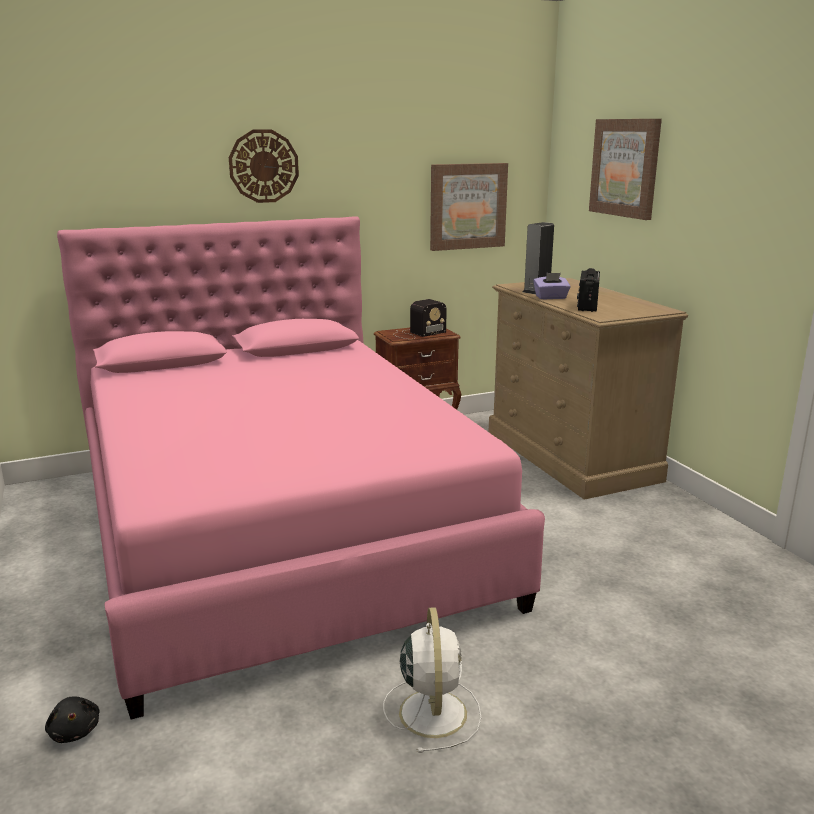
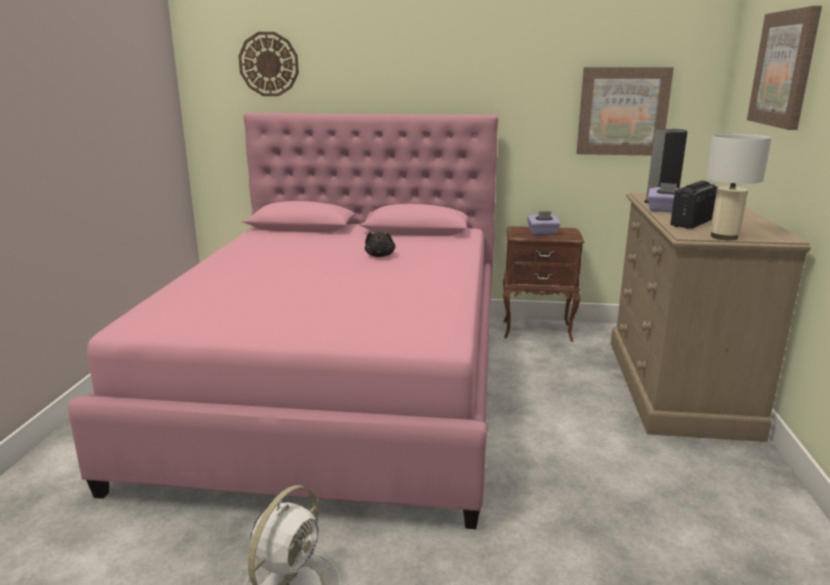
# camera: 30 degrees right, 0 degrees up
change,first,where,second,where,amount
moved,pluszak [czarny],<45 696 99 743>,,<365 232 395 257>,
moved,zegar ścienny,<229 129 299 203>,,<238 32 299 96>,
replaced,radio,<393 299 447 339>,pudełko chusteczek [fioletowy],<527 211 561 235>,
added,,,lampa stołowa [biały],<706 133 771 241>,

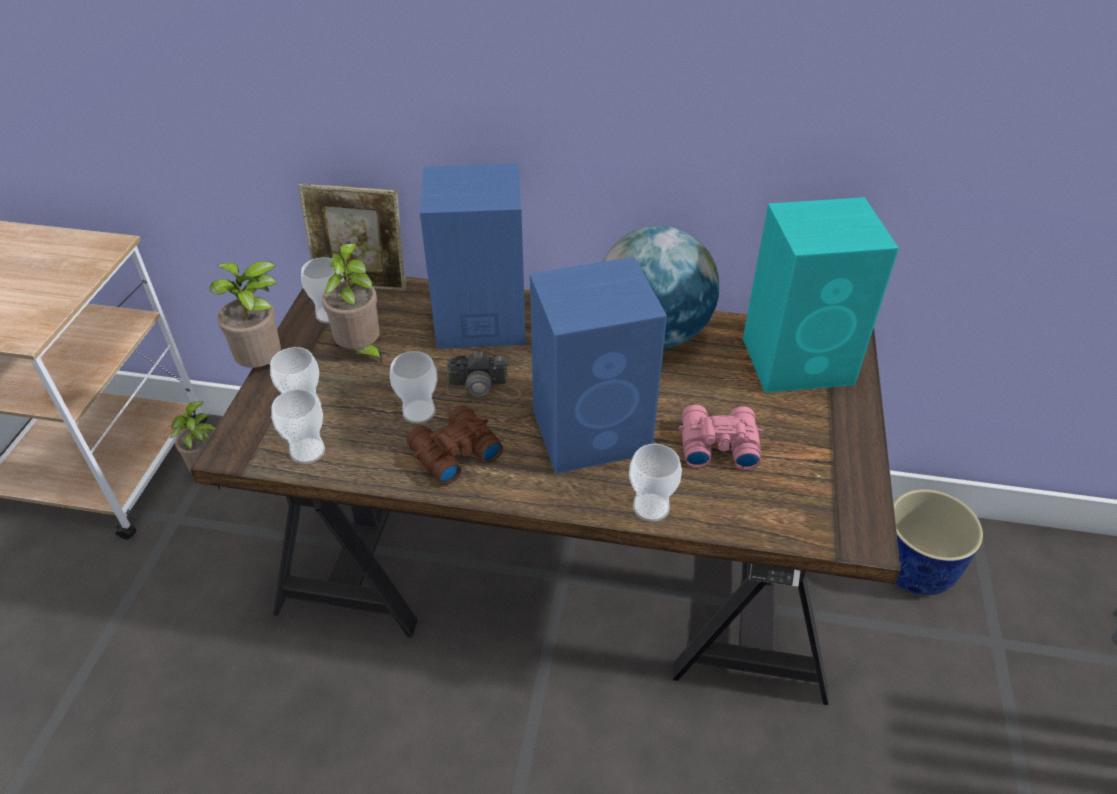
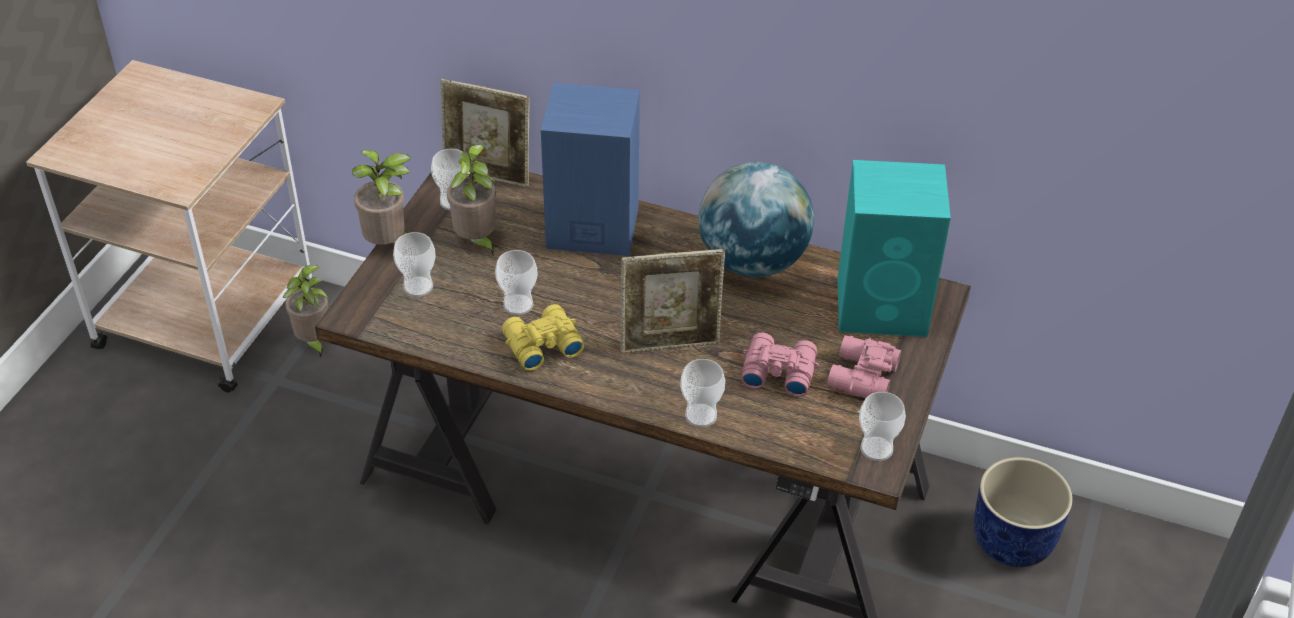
# camera: 10 degrees right, 0 degrees up
change,first,where,second,where,amount
moved,filiżanka,<271 389 325 464>,,<859 392 906 461>,
recoloured,lornetka [brązowy],<407 406 503 485>,lornetka [żółty],<502 304 584 371>,
removed,aparat fotograficzny,<446 351 521 399>,,,
replaced,głośnik [niebieski],<530 257 667 474>,ramka na zdjęcie,<621 249 725 354>,
added,,,lornetka [różowy],<827 335 901 398>,

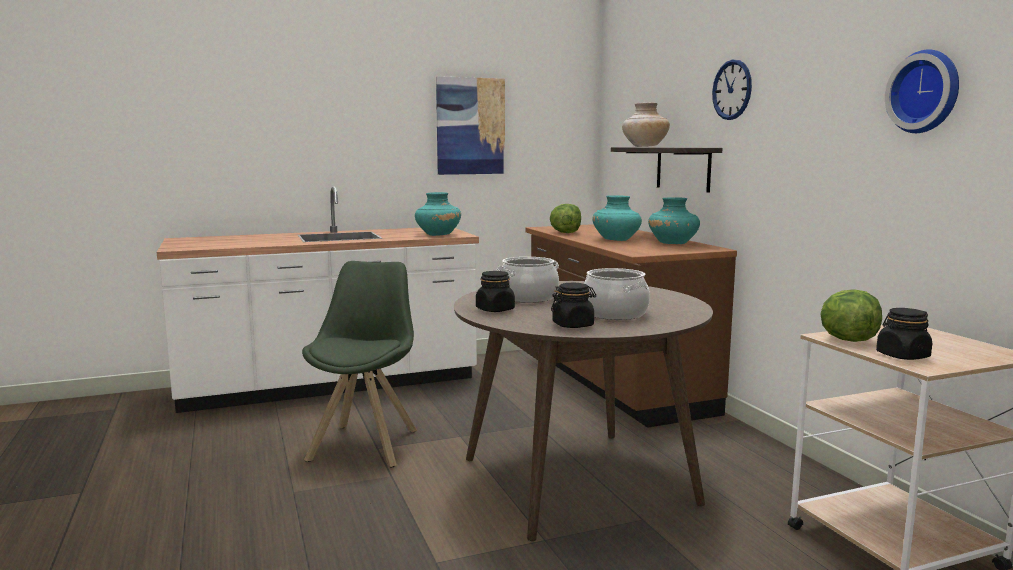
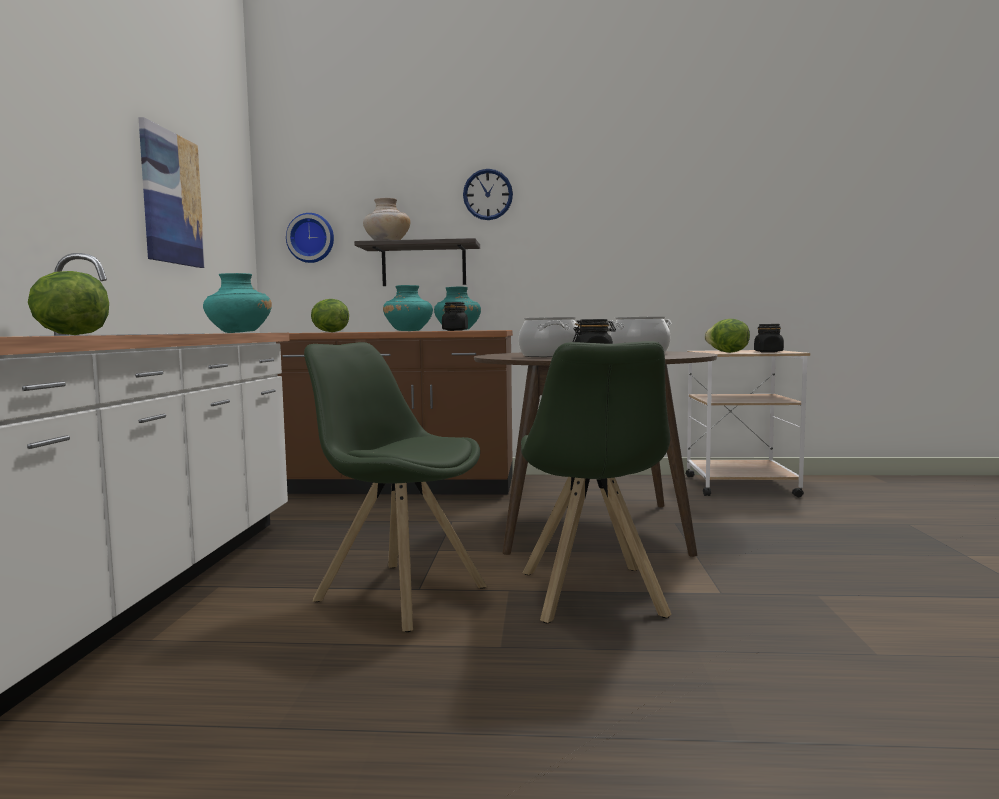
# camera: 65 degrees left, 5 degrees down
change,first,where,second,where,amount
moved,słoik [czarny],<551 283 596 328>,,<442 302 468 331>,
moved,zegar ścienny,<885 50 959 133>,,<286 213 334 263>,
added,,,sałata,<28 271 109 335>,
added,,,krzesło [zielony],<521 341 672 623>,

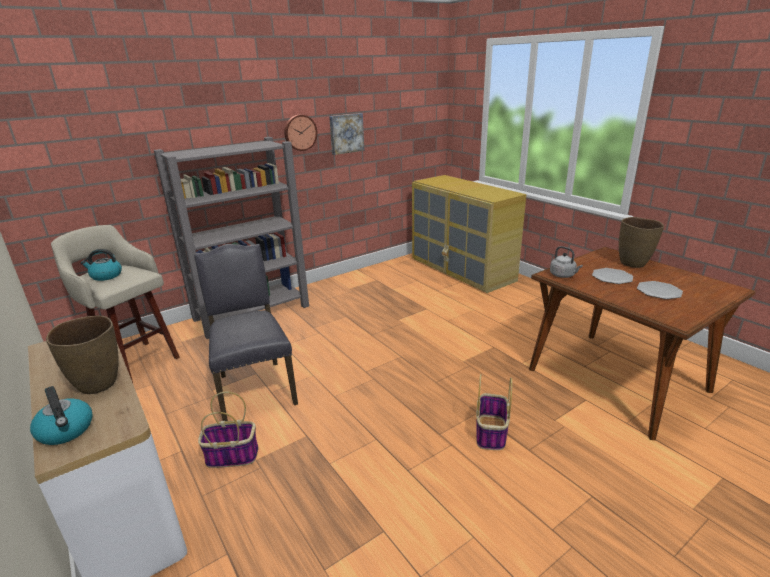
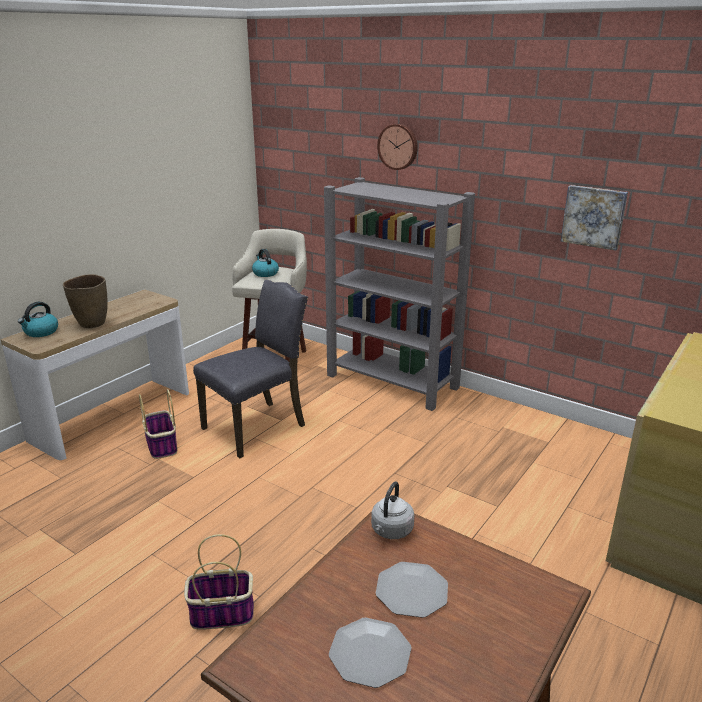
# camera: 70 degrees right, 0 degrees up
change,first,where,second,where,amount
moved,zegar ścienny,<284 115 318 151>,,<377 124 418 170>,
removed,wazon [brązowy],<619 217 664 268>,,,

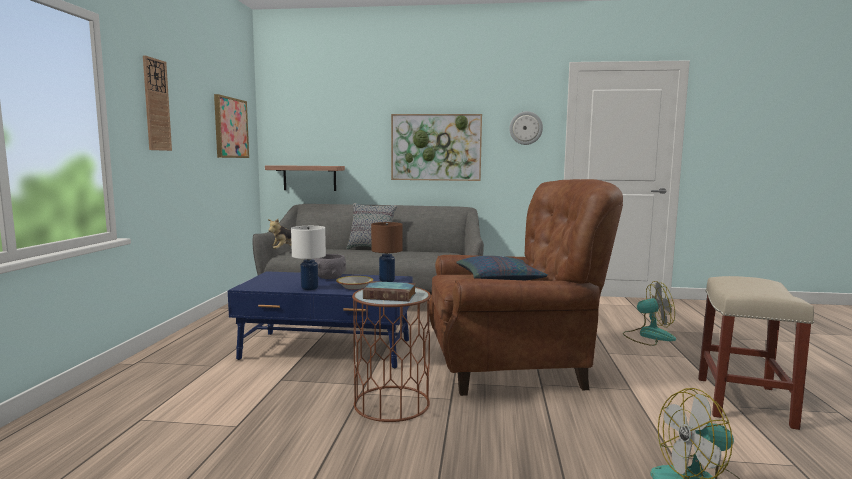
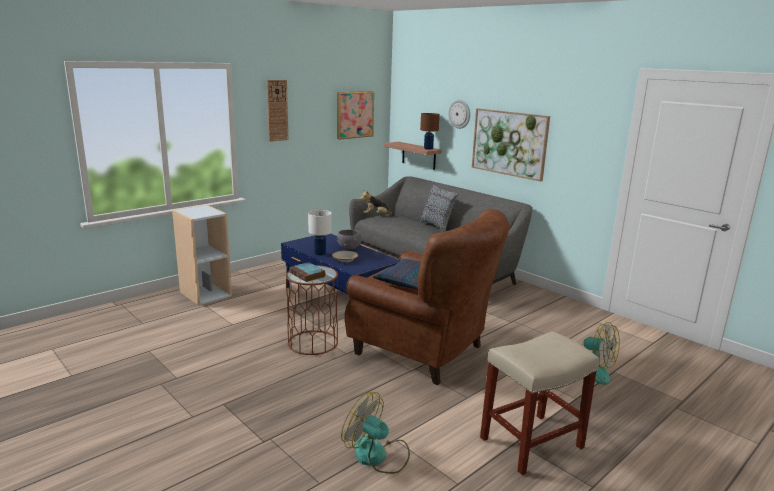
# camera: 40 degrees right, 10 degrees up
change,first,where,second,where,amount
moved,lampa stołowa [brązowy],<371 222 403 282>,,<420 113 440 150>,
moved,zegar ścienny,<509 111 543 145>,,<448 100 470 129>,
added,,,regał,<172 205 232 306>,

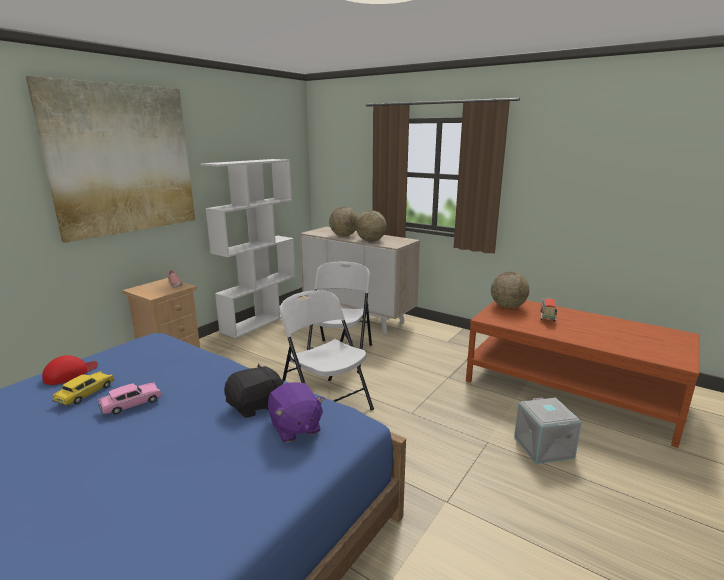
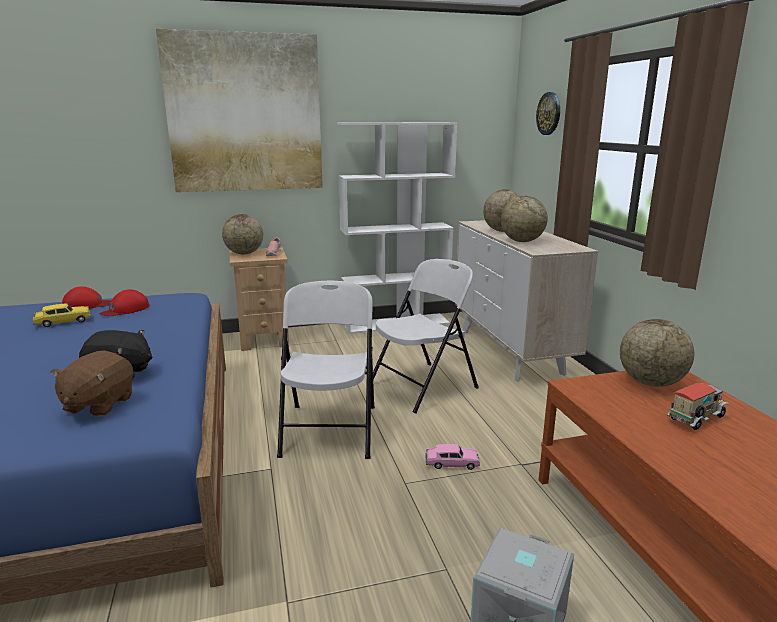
# camera: 40 degrees right, 0 degrees up
change,first,where,second,where,amount
moved,samochodzik [różowy],<98 382 162 415>,,<425 444 480 470>,
recoloured,pluszak [fioletowy],<268 382 325 443>,pluszak [brązowy],<50 351 133 417>,
added,,,czapka z daszkiem [czerwony],<99 289 149 316>,
added,,,globus,<222 214 263 254>,
added,,,zegar ścienny,<536 92 560 135>,

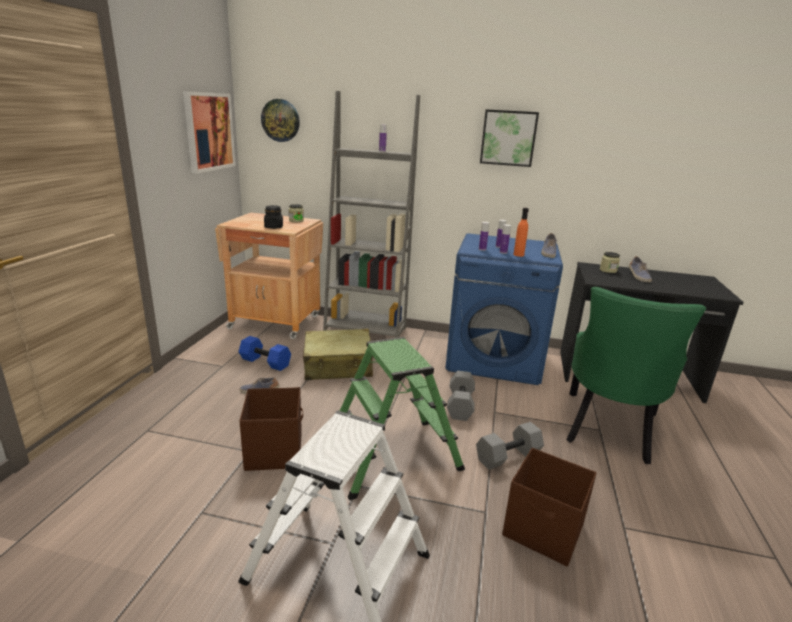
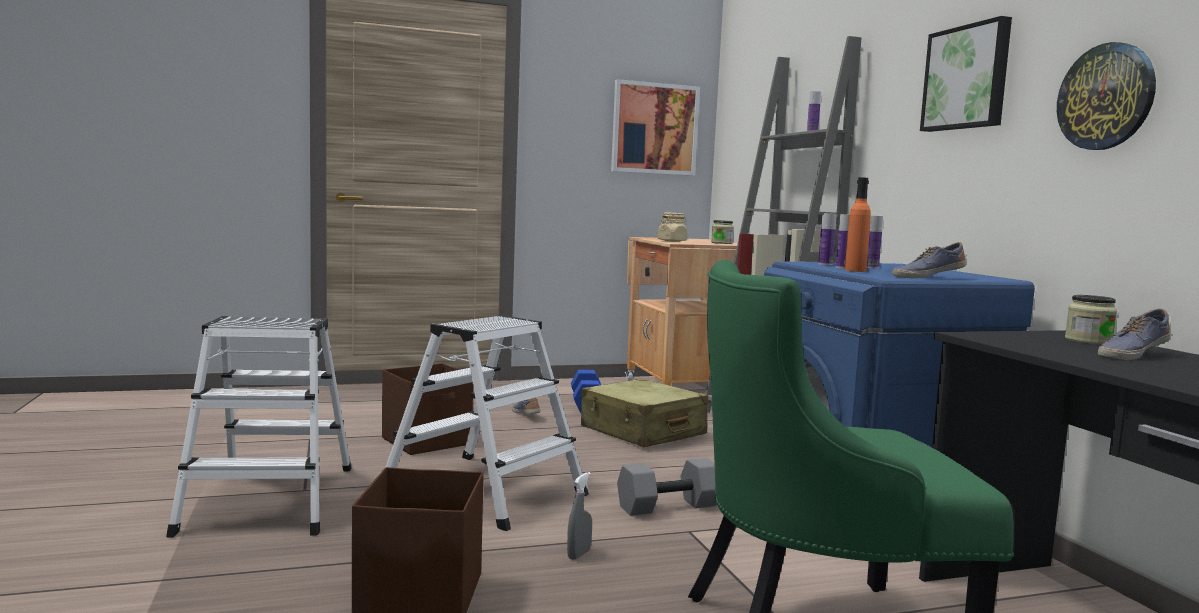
# camera: 60 degrees right, 15 degrees down
change,first,where,second,where,amount
moved,zegar ścienny,<261 99 300 142>,,<1057 42 1156 150>,
recoloured,słoik [czarny],<264 205 283 229>,słoik [beżowy],<658 212 688 242>,
recoloured,drabinka [zielony],<340 337 465 500>,drabinka [biały],<386 315 589 531>,
replaced,hantel [szary],<476 422 544 470>,spryskiwacz [szary],<567 472 592 560>,

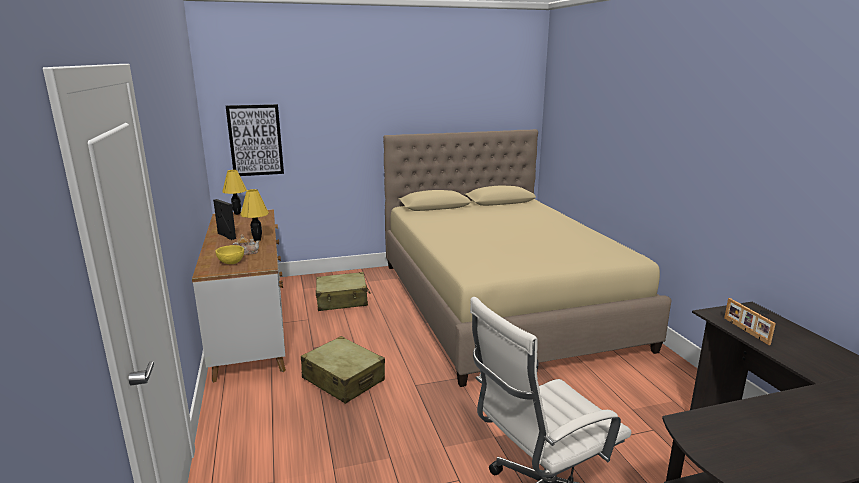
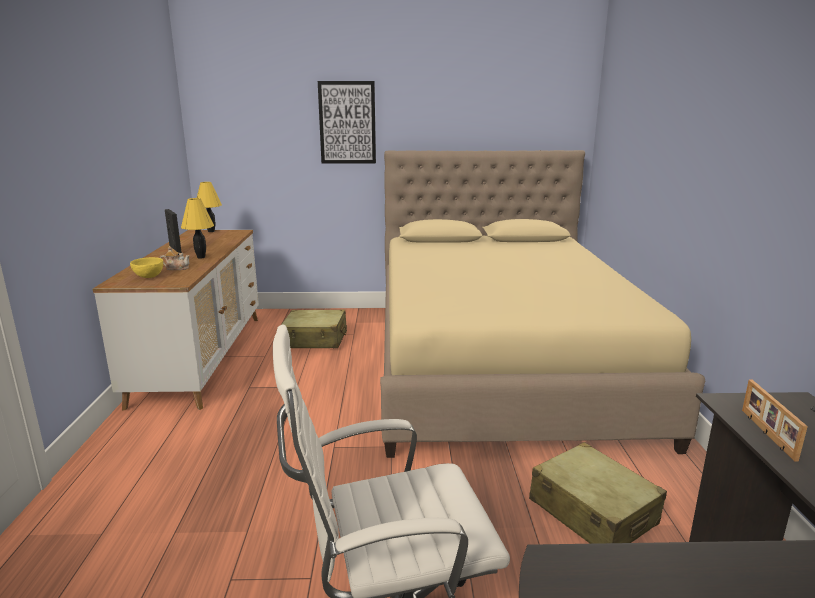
# camera: 15 degrees right, 0 degrees up
change,first,where,second,where,amount
moved,obraz,<226 104 284 176>,,<318 81 376 164>,
moved,walizka [beżowy],<301 336 385 404>,,<529 442 667 544>,

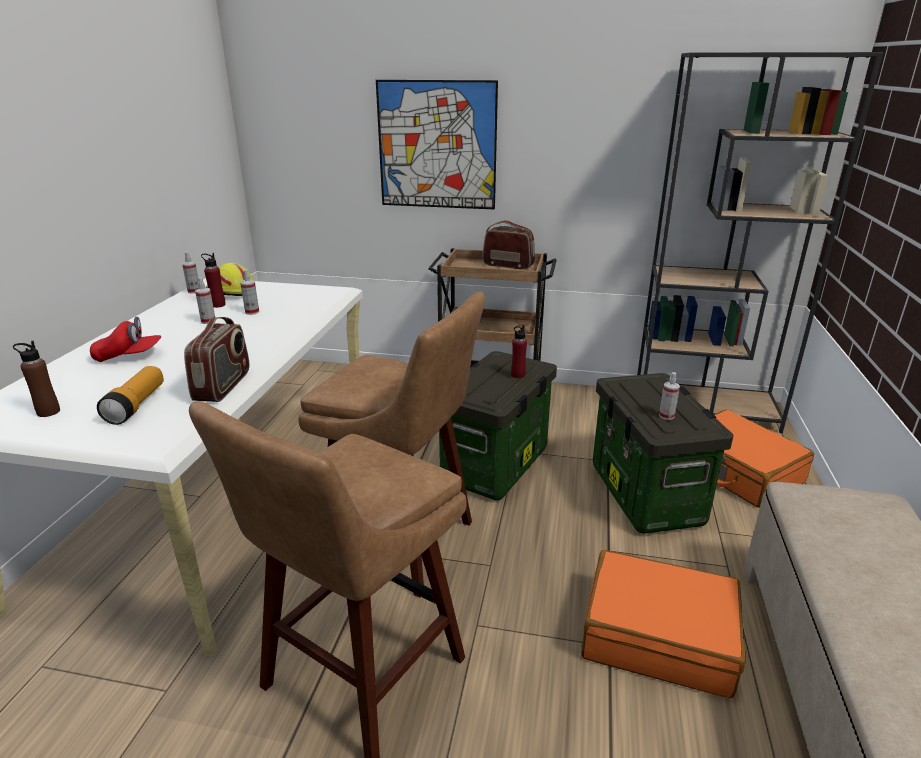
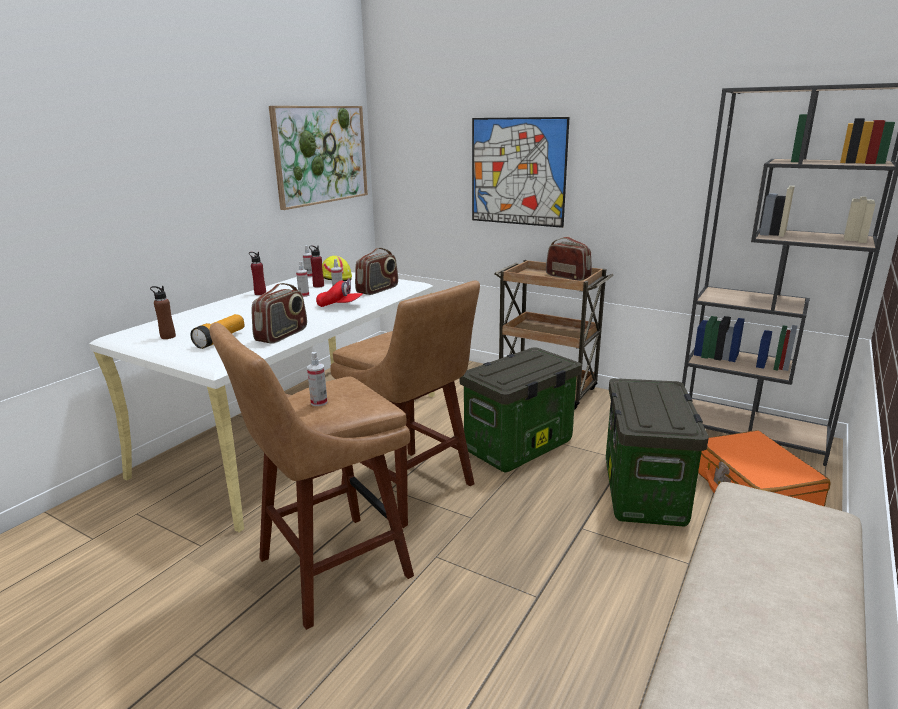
# camera: 20 degrees right, 5 degrees down
change,first,where,second,where,amount
moved,czapka z daszkiem [czerwony],<90 317 161 362>,,<316 278 363 307>,
moved,butelka [czerwony],<511 325 527 378>,,<249 252 266 295>,
removed,walizka [pomarańczowy],<581 550 745 698>,,,
moved,spryskiwacz,<659 372 680 420>,,<307 352 327 406>,
added,,,obraz,<269 106 368 210>,
added,,,radio,<355 248 398 295>,

